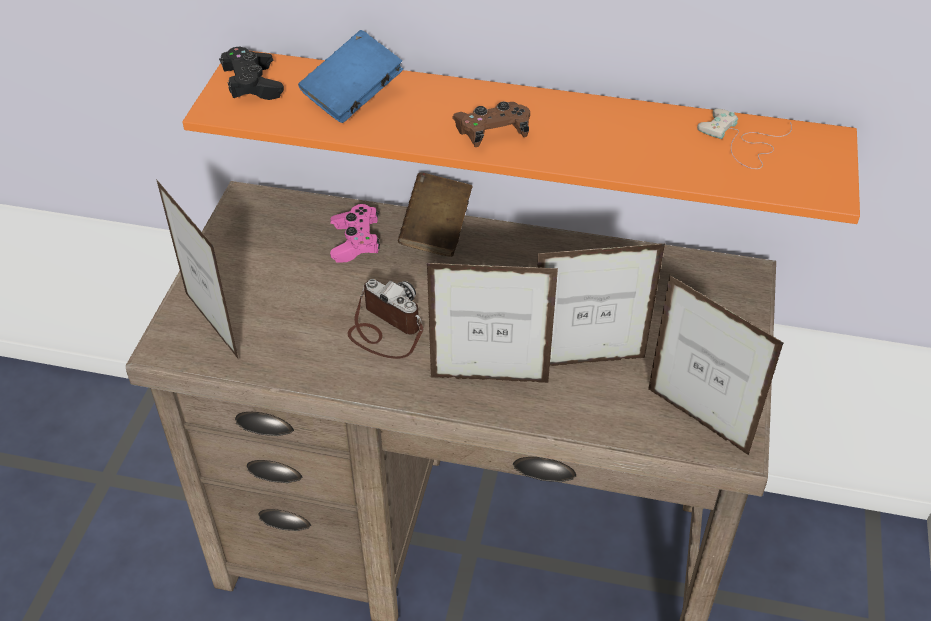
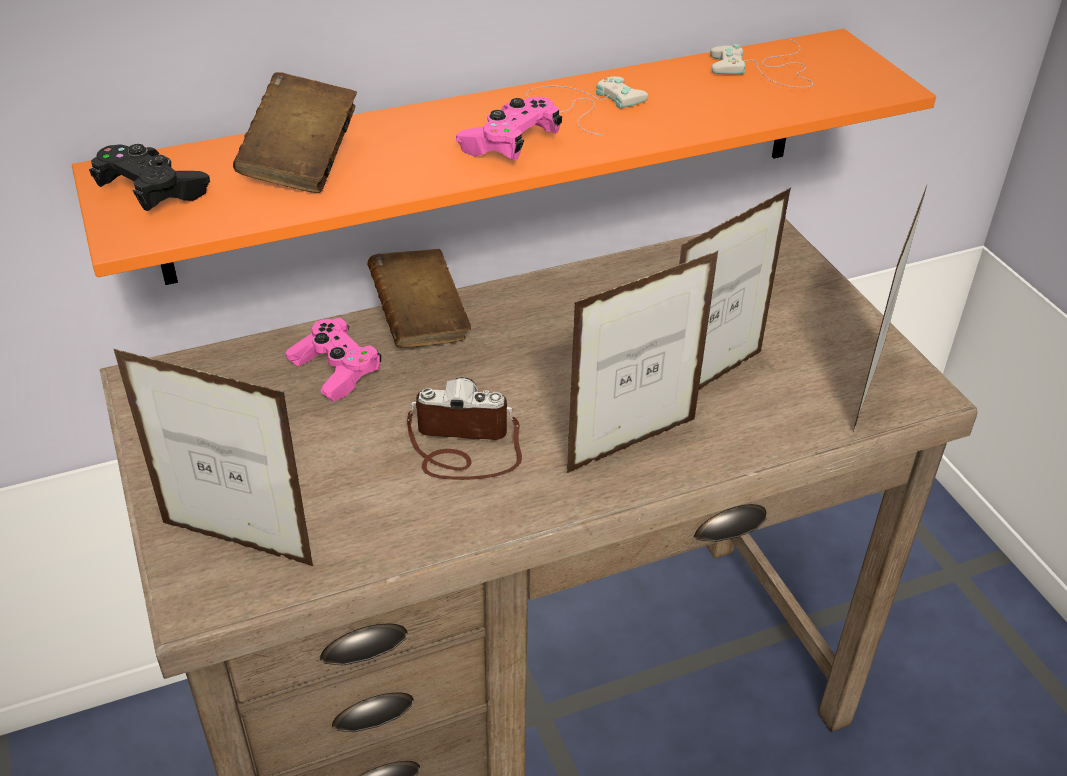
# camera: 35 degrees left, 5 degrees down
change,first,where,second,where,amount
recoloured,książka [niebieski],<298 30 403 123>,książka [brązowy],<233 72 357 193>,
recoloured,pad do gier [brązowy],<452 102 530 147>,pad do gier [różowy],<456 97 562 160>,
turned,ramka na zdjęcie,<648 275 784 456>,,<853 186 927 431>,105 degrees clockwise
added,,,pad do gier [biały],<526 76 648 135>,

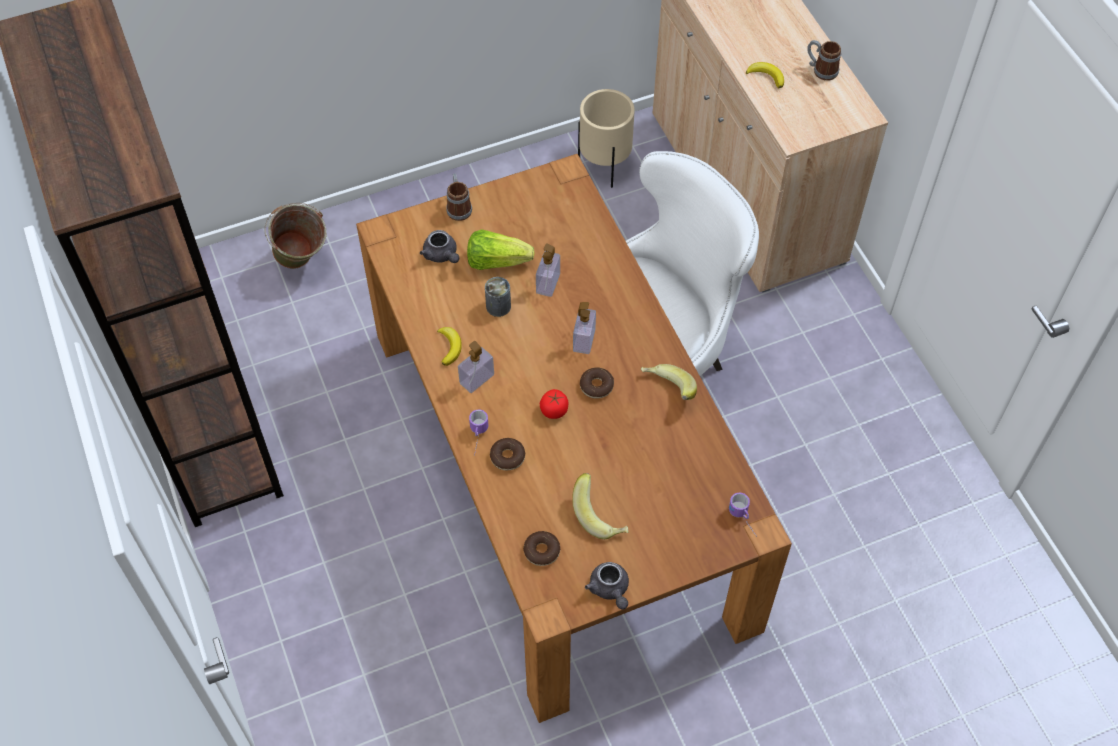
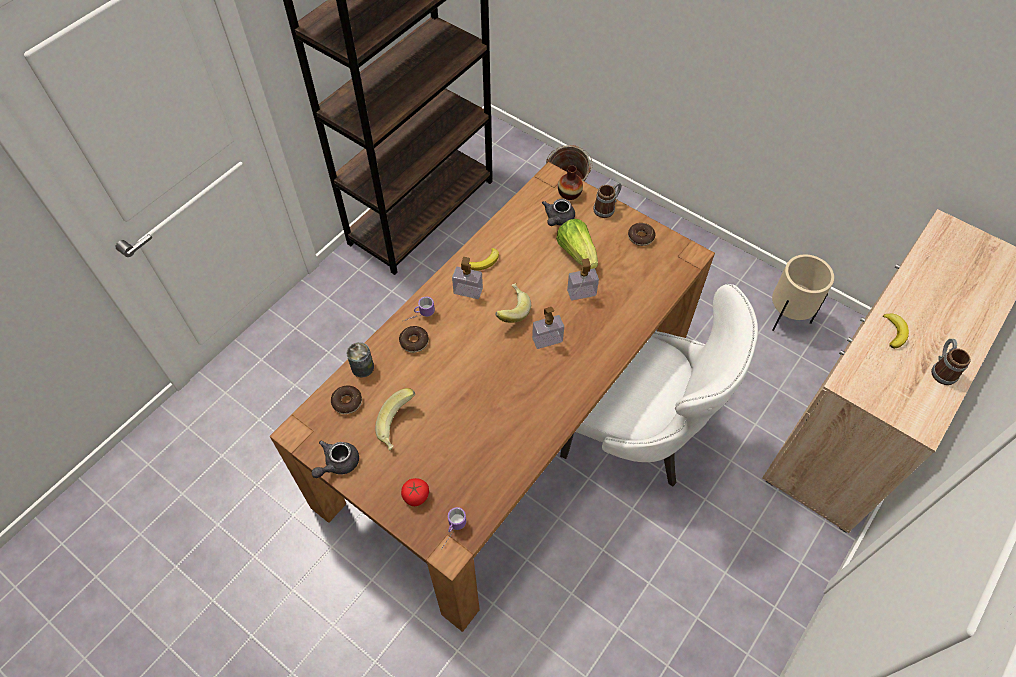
# camera: 60 degrees right, 0 degrees up
change,first,where,second,where,amount
moved,puszka,<485 277 511 317>,,<347 342 374 378>,
moved,pomidor,<540 389 569 419>,,<401 478 429 506>,
moved,donut,<580 367 614 399>,,<628 223 656 246>,
moved,banan,<641 364 697 400>,,<495 283 531 323>,
added,,,wazon,<558 165 583 200>,

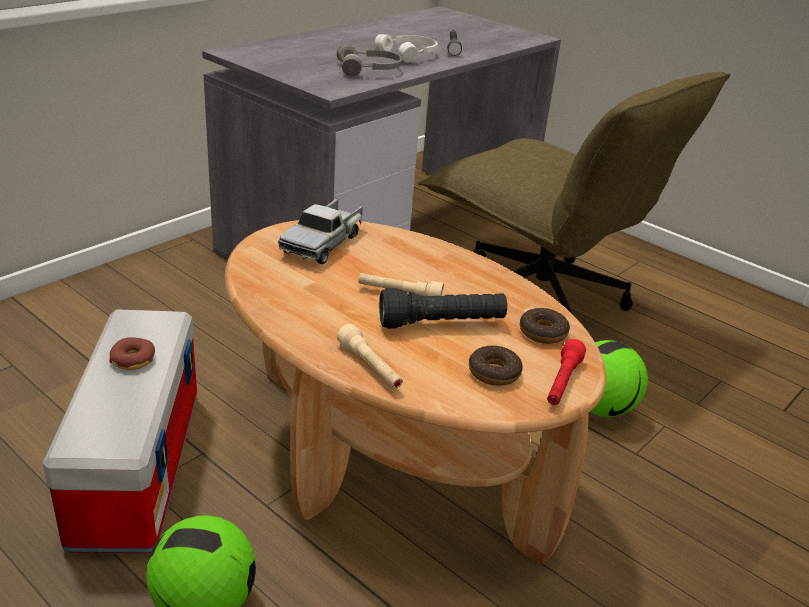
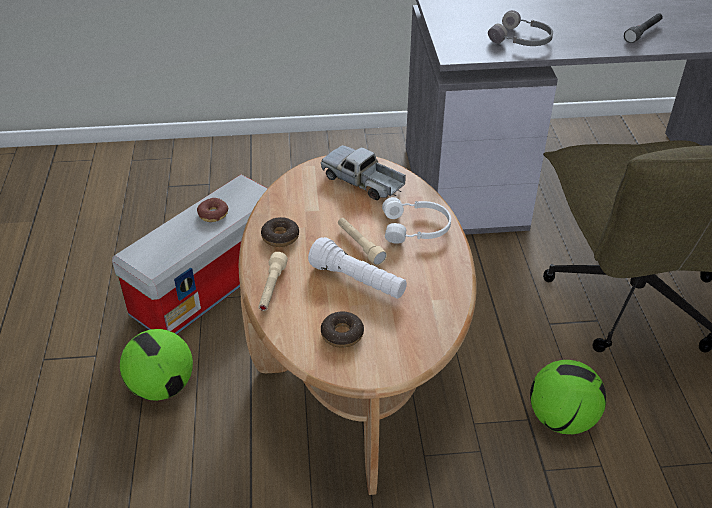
# camera: 45 degrees right, 10 degrees up
change,first,where,second,where,amount
turned,ciężarówka zabawkowa,<278 199 363 264>,,<321 145 406 200>,60 degrees clockwise
moved,słuchawki [biały],<375 34 438 63>,,<382 197 451 244>,
recoloured,latarka [czarny],<379 288 507 329>,latarka [biały],<308 237 407 299>,
moved,donut,<520 308 570 344>,,<261 217 299 247>,
removed,latarka [czerwony],<547 339 586 405>,,,

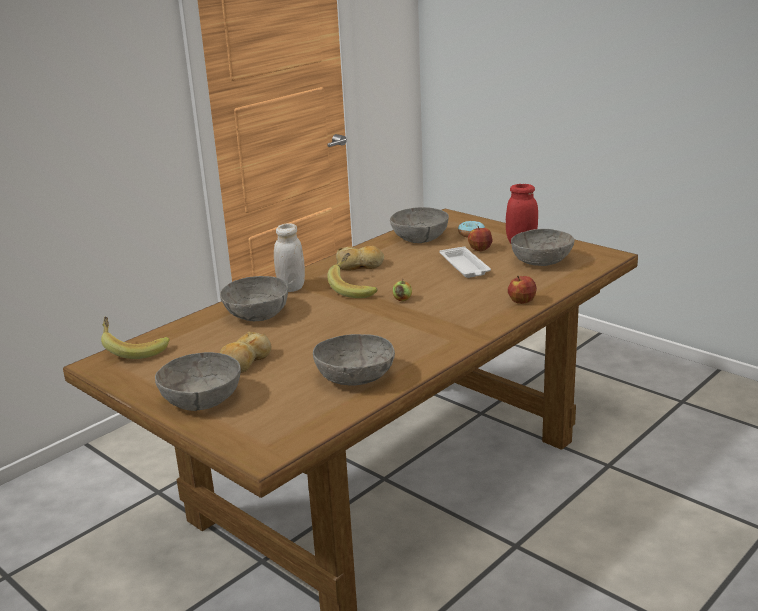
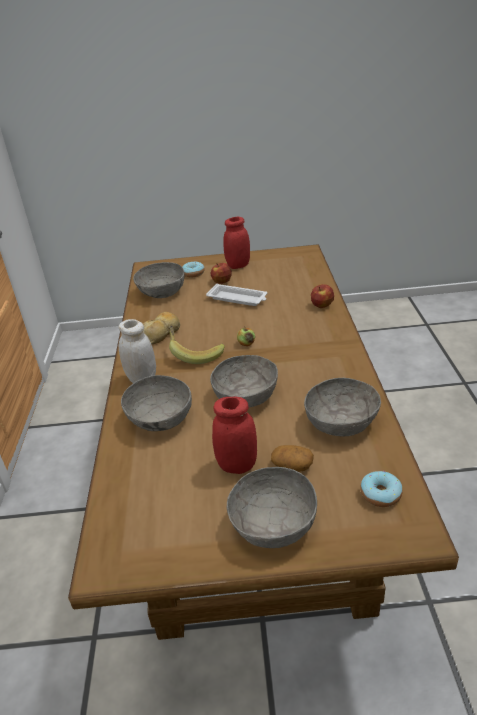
# camera: 45 degrees left, 10 degrees up
change,first,where,second,where,amount
removed,banan,<101 317 170 359>,,,
replaced,chleb,<220 331 271 373>,słoik [czerwony],<212 397 257 474>,
moved,miska [szary],<511 229 575 266>,,<210 355 278 407>,
added,,,ziemniak,<271 445 314 472>,
added,,,donut,<360 471 403 507>,

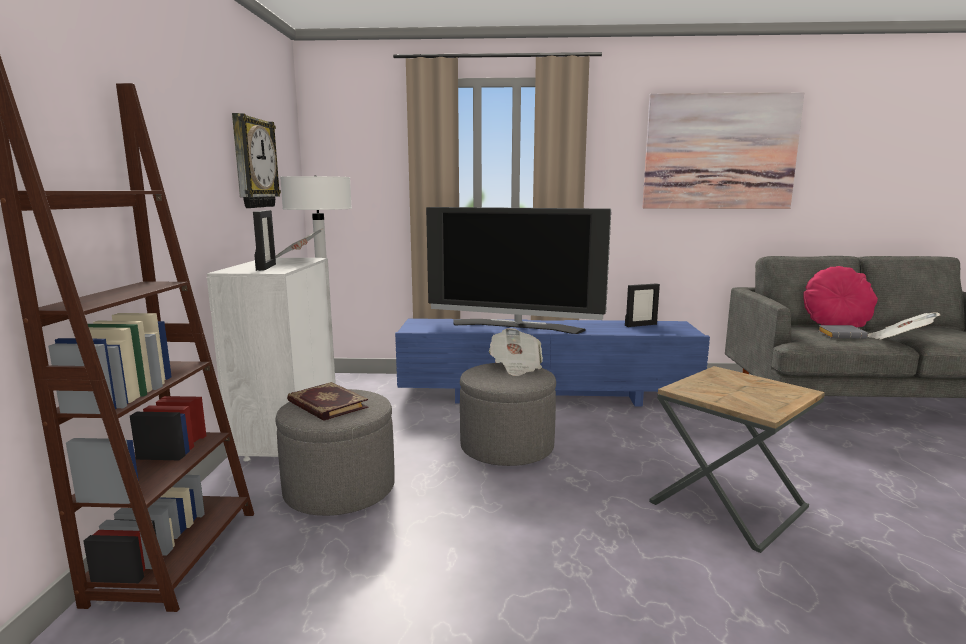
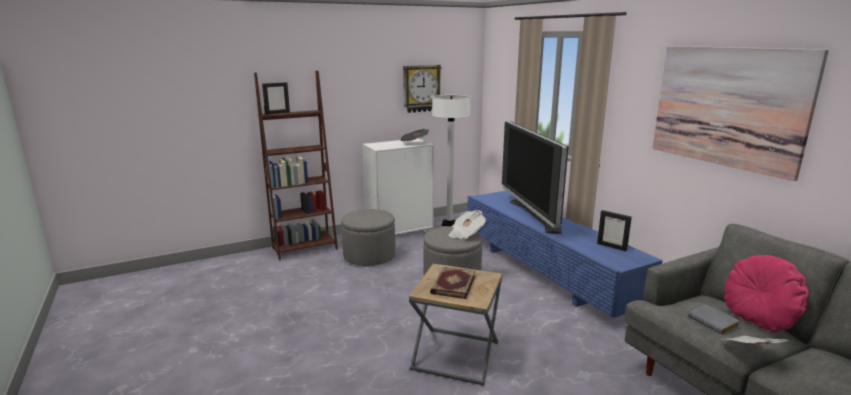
# camera: 60 degrees right, 5 degrees up
change,first,where,second,where,amount
moved,ramka na zdjęcie,<253 210 276 271>,,<262 82 290 115>,
moved,książka,<287 382 368 421>,,<430 267 475 299>,

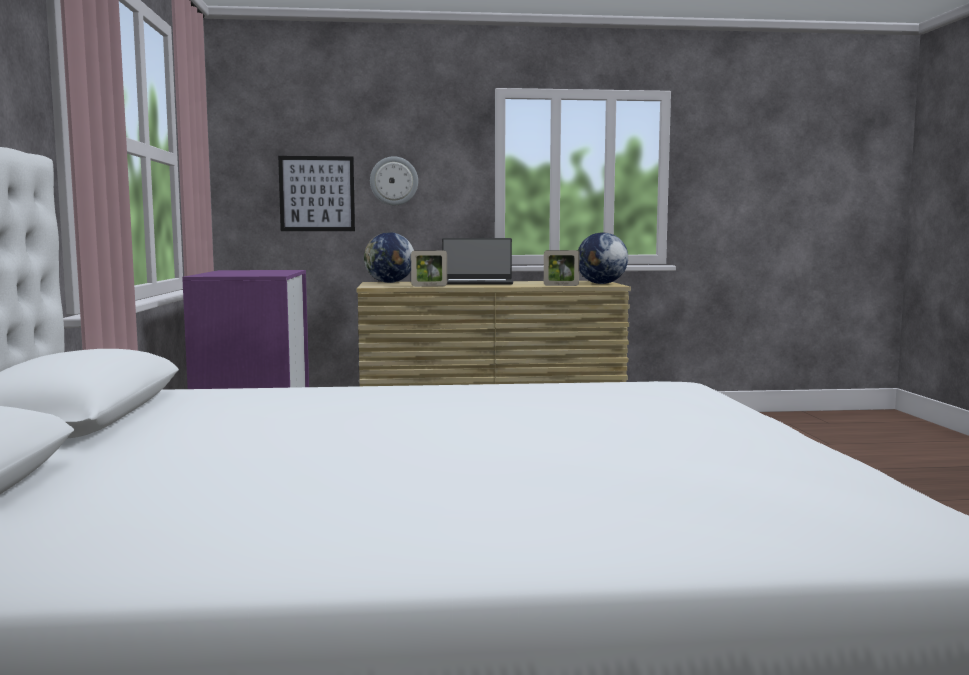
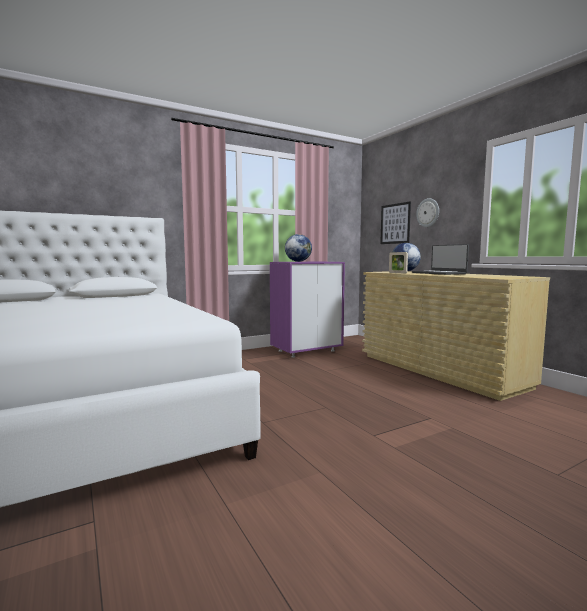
# camera: 65 degrees right, 0 degrees up
change,first,where,second,where,amount
removed,ramka na zdjęcie,<544 250 579 286>,,,
moved,globus,<577 232 628 284>,,<285 234 312 262>,

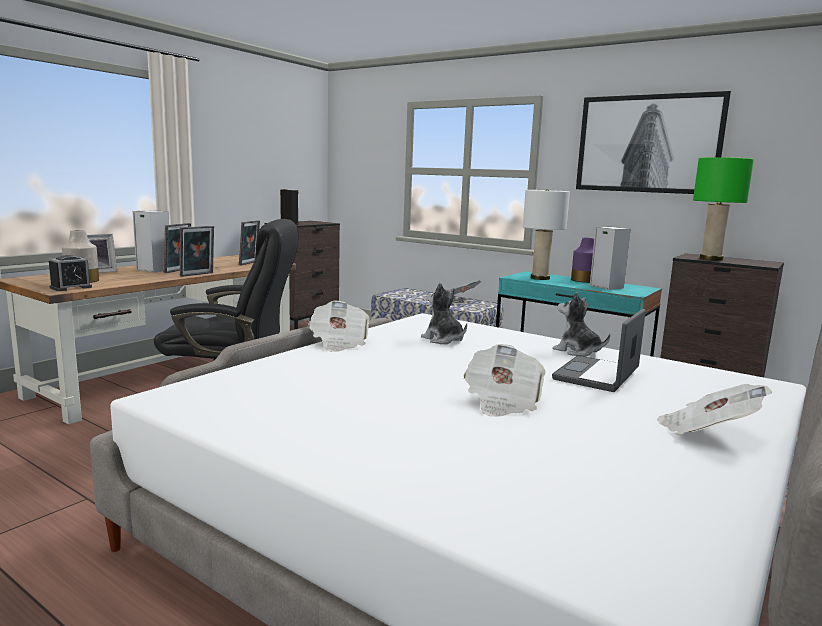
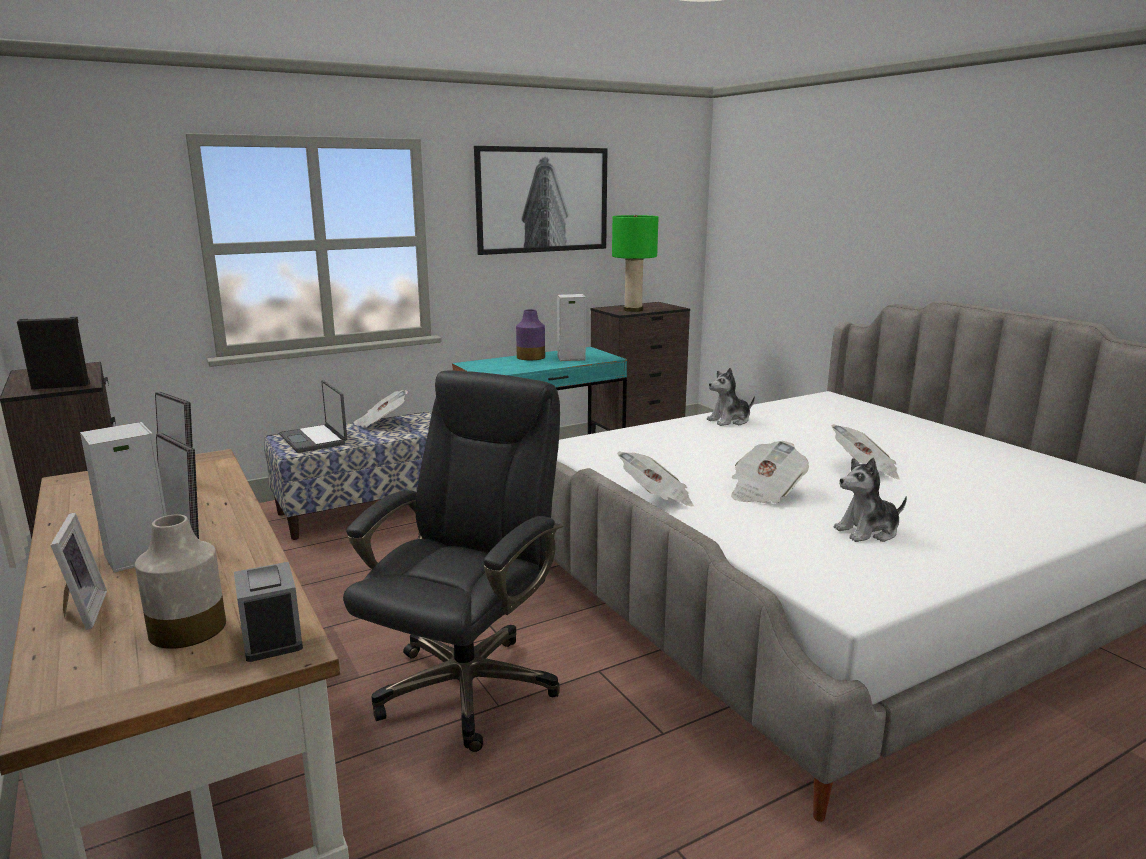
# camera: 65 degrees left, 5 degrees up
change,first,where,second,where,amount
removed,ramka na zdjęcie,<180 226 214 277>,,,
moved,pluszak,<421 283 467 344>,,<834 458 907 542>,
removed,lampa stołowa [biały],<523 189 570 280>,,,
moved,laptop,<552 309 646 392>,,<279 380 347 453>,
moved,gazeta,<657 384 772 435>,,<731 441 809 503>,

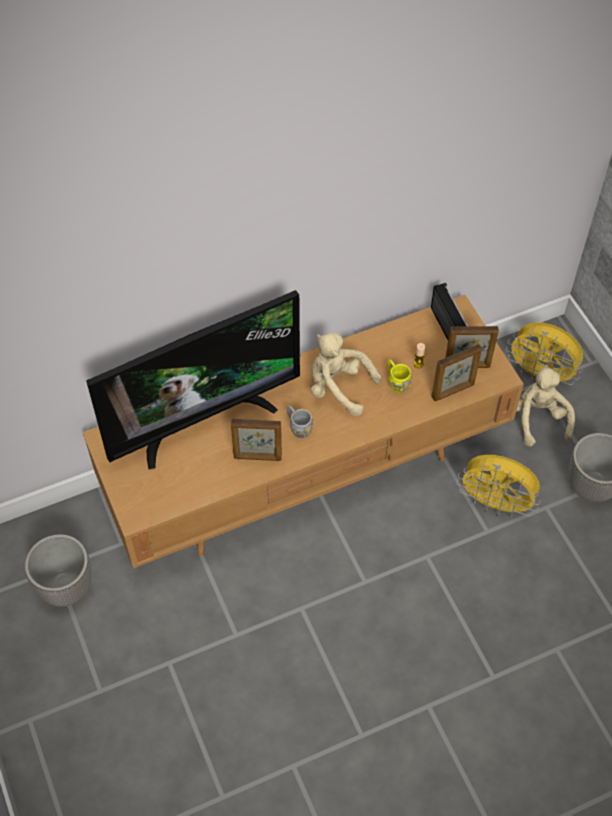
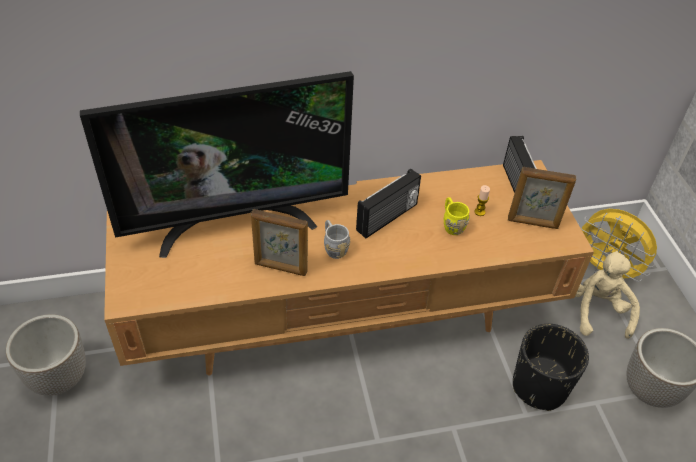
# camera: 10 degrees right, 10 degrees down
change,first,where,second,where,amount
replaced,pluszak [beżowy],<311 333 381 416>,radio,<356 169 421 238>,
removed,ramka na zdjęcie,<431 344 482 401>,,,
replaced,wentylator [żółty],<456 455 541 518>,donica [czarny],<513 324 589 411>,

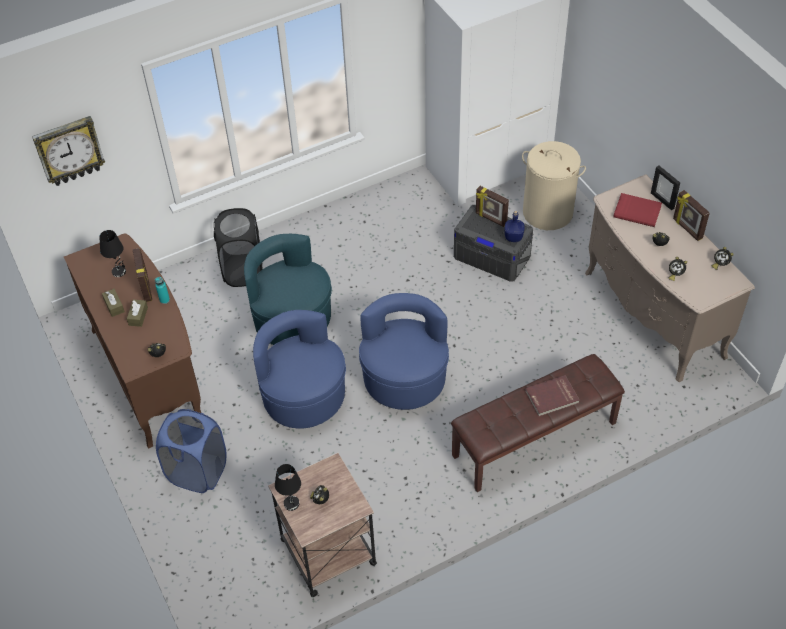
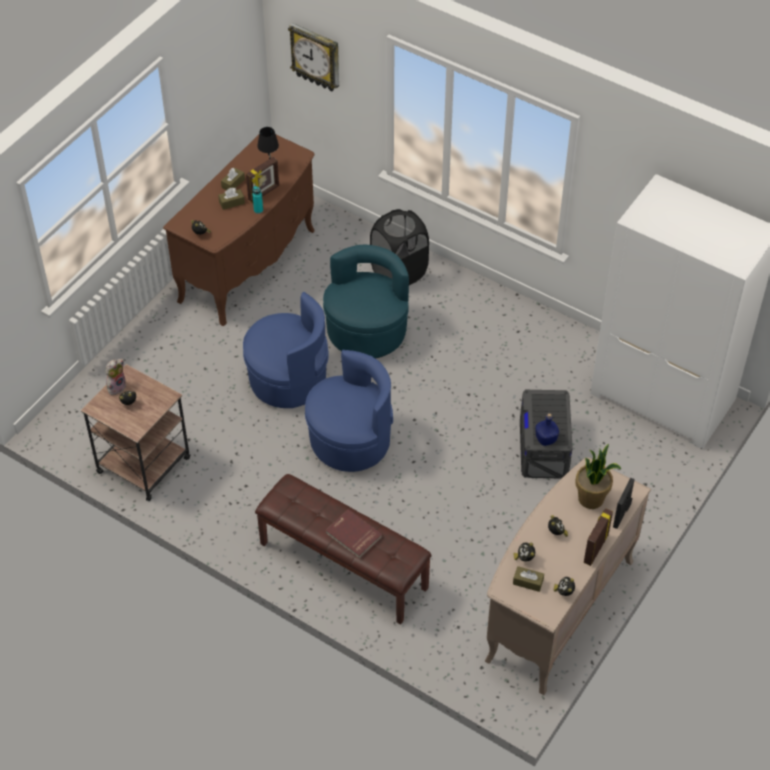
# camera: 60 degrees right, 0 degrees up
change,first,where,second,where,amount
removed,kosz na pranie [niebieski],<156 409 227 493>,,,
turned,fotel [niebieski],<253 310 346 428>,,<243 292 329 408>,75 degrees clockwise
replaced,lampa stołowa [czarny],<275 464 301 511>,pluszak,<106 359 126 395>,
removed,ramka na zdjęcie,<476 186 509 227>,,,
removed,kosz na pranie [beżowy],<522 141 586 230>,,,
replaced,książka [czerwony],<613 193 662 227>,roślina doniczkowa,<575 444 621 509>,
added,,,pudełko chusteczek [brązowy],<513 566 544 592>,

